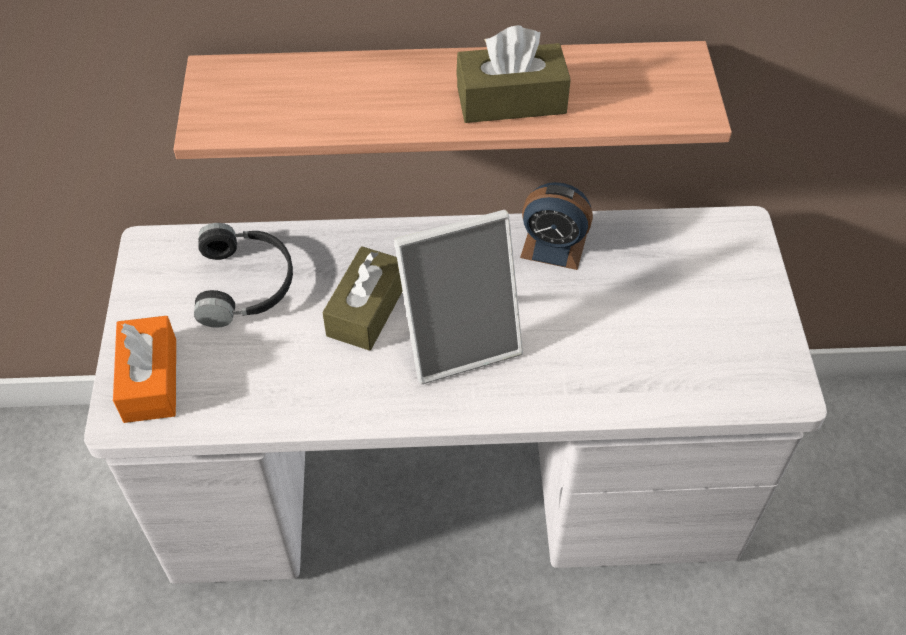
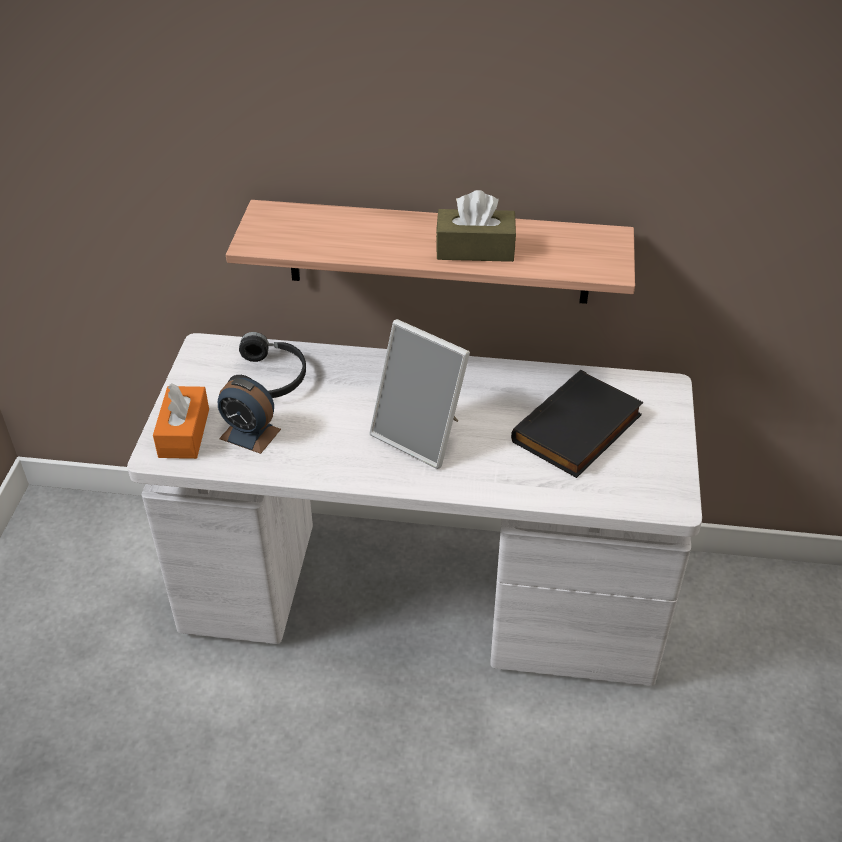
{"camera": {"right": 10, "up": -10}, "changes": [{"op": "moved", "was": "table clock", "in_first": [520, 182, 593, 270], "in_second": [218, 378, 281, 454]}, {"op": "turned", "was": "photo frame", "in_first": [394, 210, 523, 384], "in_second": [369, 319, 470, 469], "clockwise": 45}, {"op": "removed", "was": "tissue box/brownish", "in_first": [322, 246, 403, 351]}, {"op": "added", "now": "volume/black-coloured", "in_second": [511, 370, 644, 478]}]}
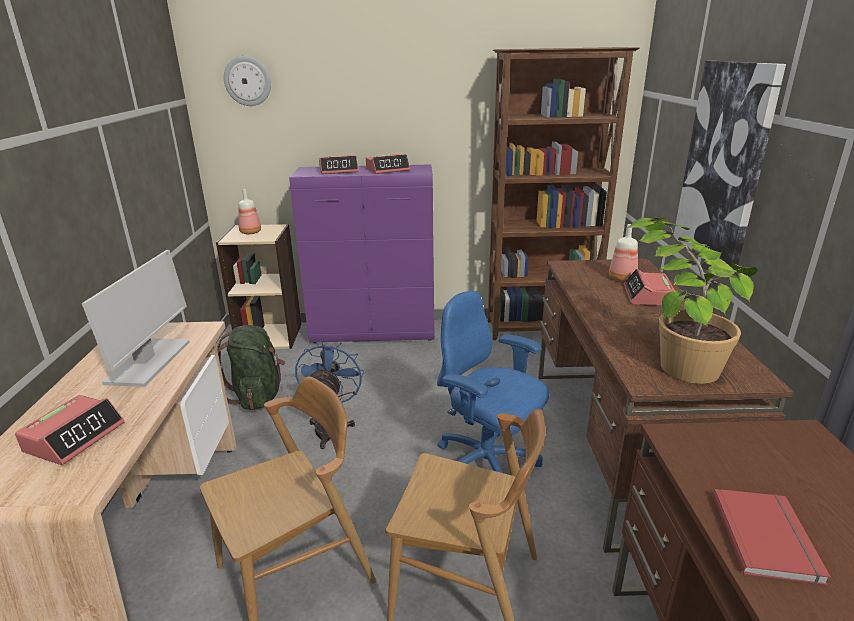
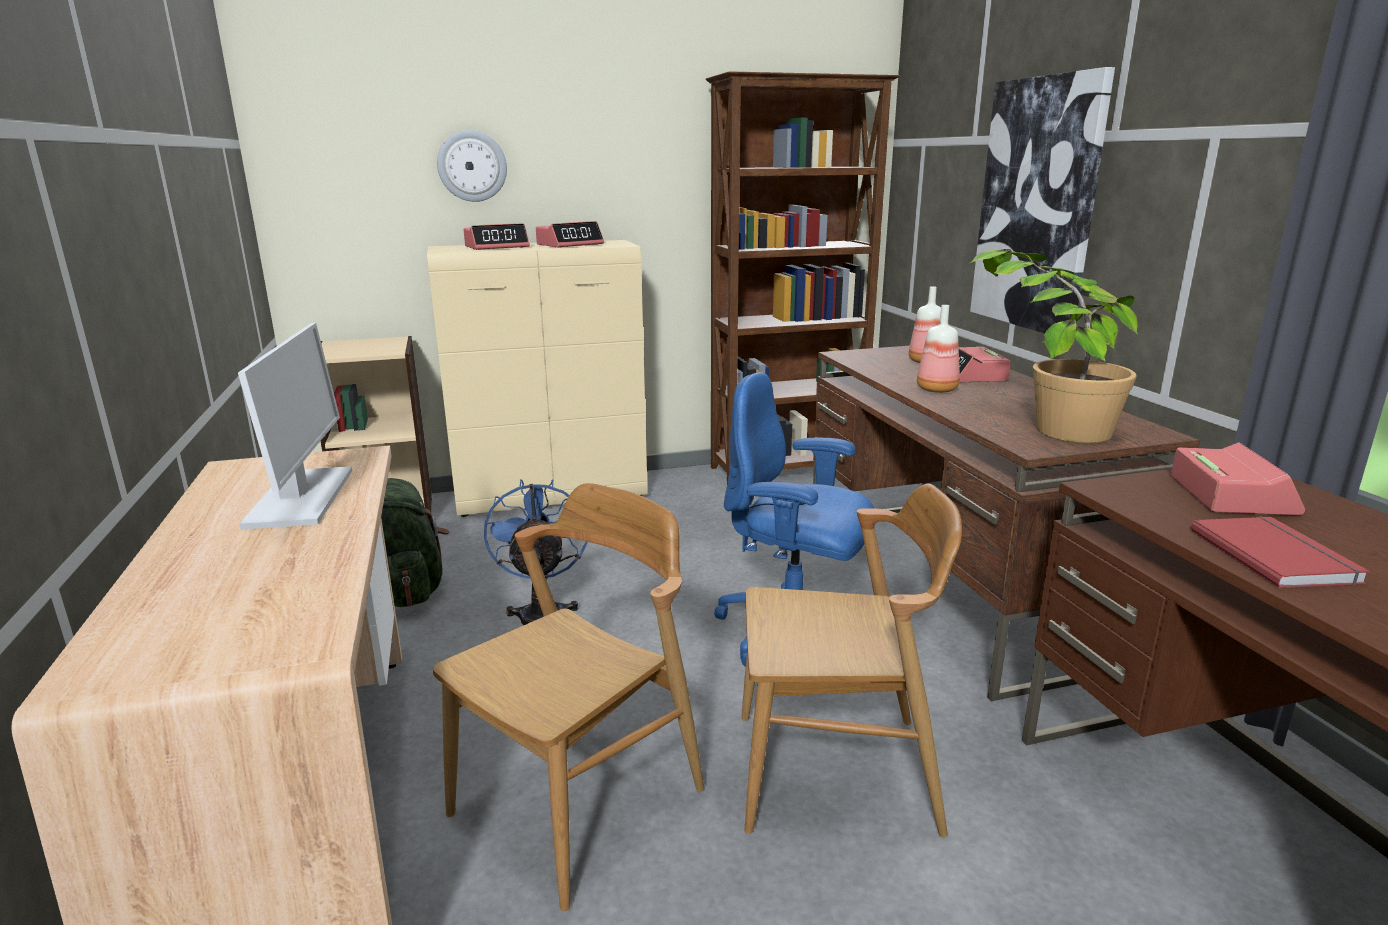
{"camera": {"right": -15, "up": -5}, "changes": [{"op": "moved", "was": "clock on the wall", "in_first": [224, 56, 271, 106], "in_second": [437, 130, 507, 202]}, {"op": "recoloured", "was": "cabinet/purplish", "now": "cabinet/sand-coloured", "in_first": [289, 164, 434, 343], "in_second": [427, 240, 647, 517]}, {"op": "moved", "was": "drink bottle", "in_first": [239, 189, 261, 234], "in_second": [917, 305, 960, 393]}, {"op": "moved", "was": "table clock", "in_first": [15, 395, 125, 465], "in_second": [1171, 442, 1305, 515]}]}
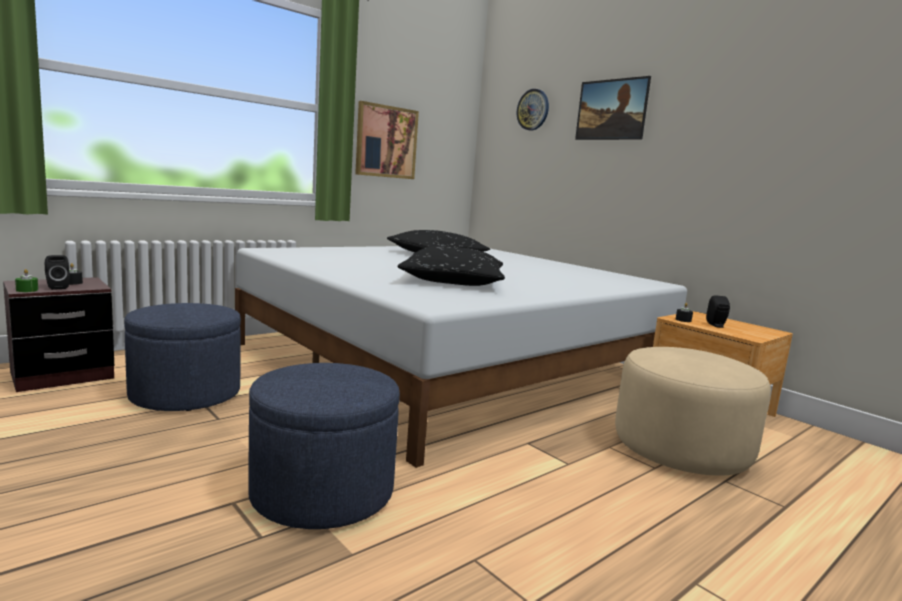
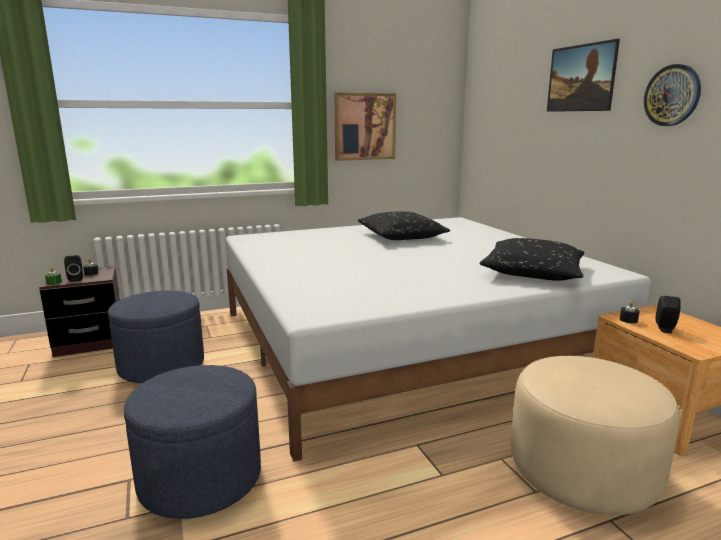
{"camera": {"right": 20, "up": 5}, "changes": [{"op": "moved", "was": "clock on the wall", "in_first": [517, 89, 549, 130], "in_second": [644, 64, 701, 126]}, {"op": "moved", "was": "throw pillow/black-coloured", "in_first": [398, 246, 505, 286], "in_second": [480, 238, 585, 281]}]}
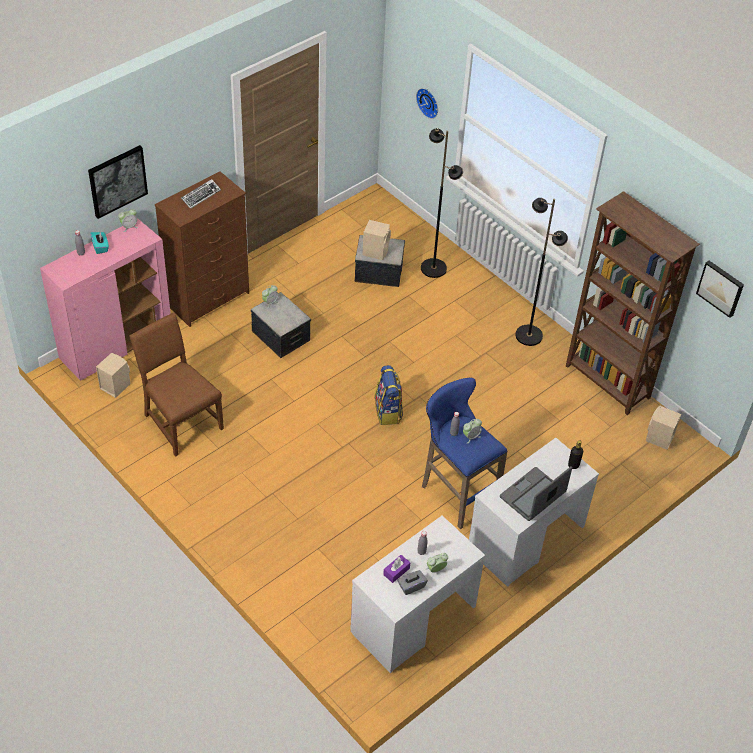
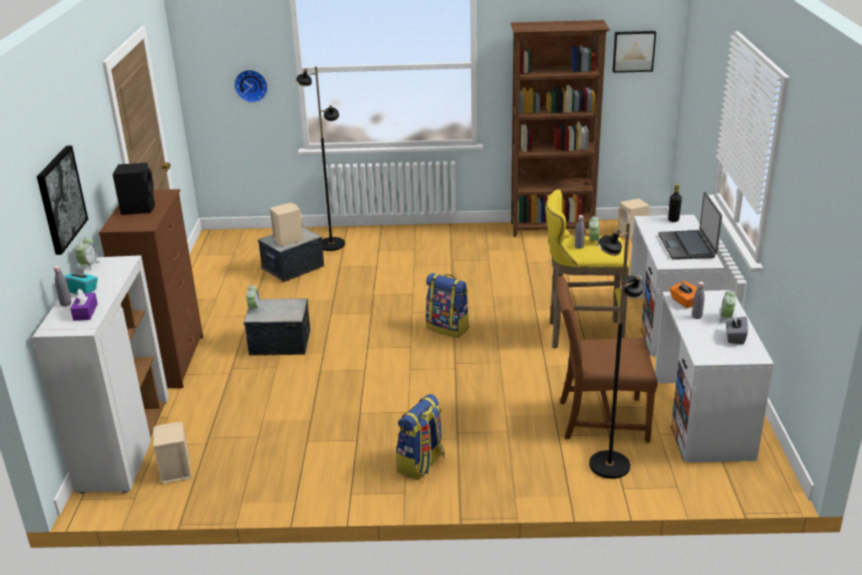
{"camera": {"right": -45, "up": -20}, "changes": [{"op": "replaced", "was": "keyboard", "now": "speaker/black-coloured", "in_first": [181, 179, 221, 209], "in_second": [113, 162, 155, 215]}, {"op": "moved", "was": "standard lamp/black-coloured", "in_first": [515, 198, 568, 346], "in_second": [589, 223, 644, 479]}, {"op": "recoloured", "was": "cabinet/pink-coloured", "now": "cabinet/white-coloured", "in_first": [40, 218, 171, 381], "in_second": [32, 255, 169, 494]}, {"op": "moved", "was": "chair/brownish", "in_first": [129, 313, 224, 456], "in_second": [556, 276, 658, 443]}, {"op": "recoloured", "was": "stool/bluish", "now": "stool/yellow-coloured", "in_first": [422, 378, 507, 529], "in_second": [545, 189, 629, 349]}, {"op": "moved", "was": "tissue box/purplish", "in_first": [383, 555, 410, 583], "in_second": [70, 289, 98, 321]}, {"op": "added", "now": "tissue box/orange", "in_second": [670, 281, 697, 308]}, {"op": "added", "now": "backpack", "in_second": [396, 394, 445, 480]}]}
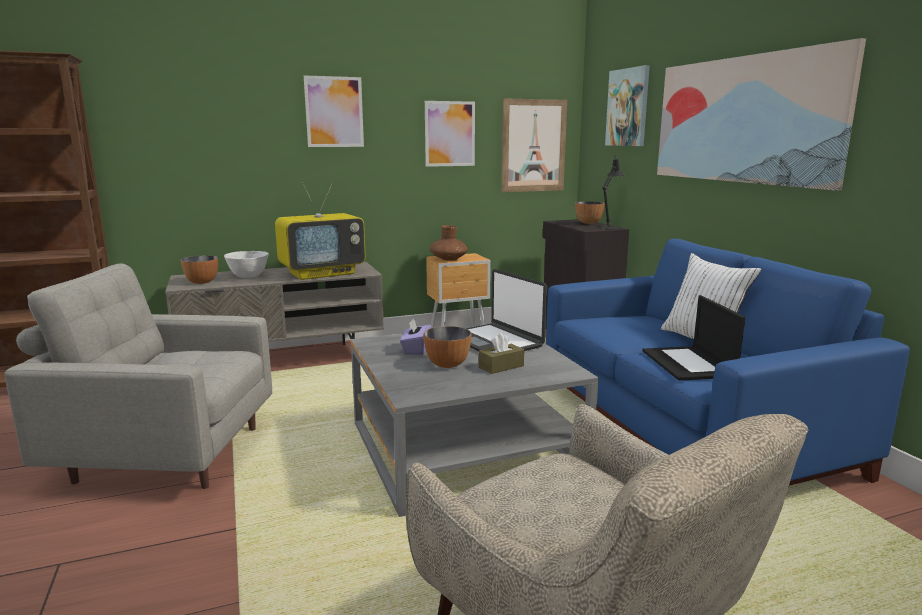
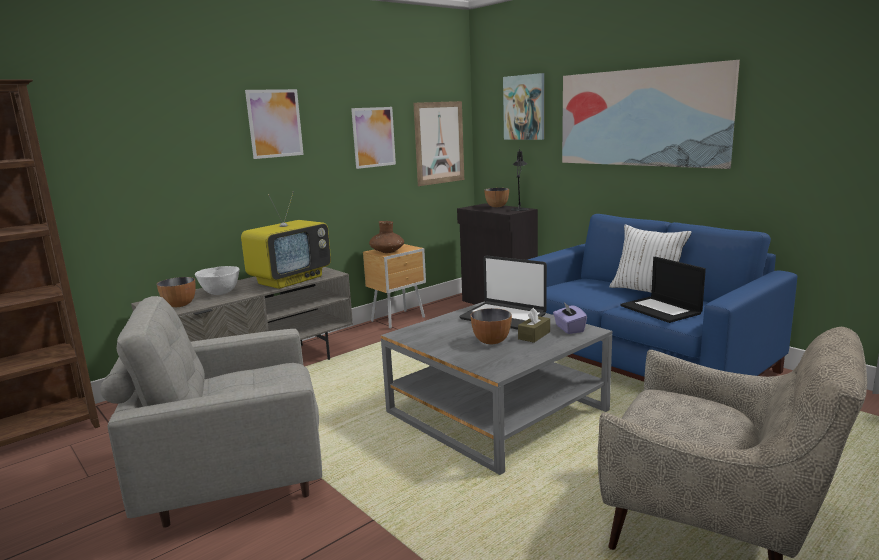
{"camera": {"right": -20, "up": 0}, "changes": [{"op": "moved", "was": "tissue box/purplish", "in_first": [400, 318, 431, 355], "in_second": [553, 302, 587, 334]}]}
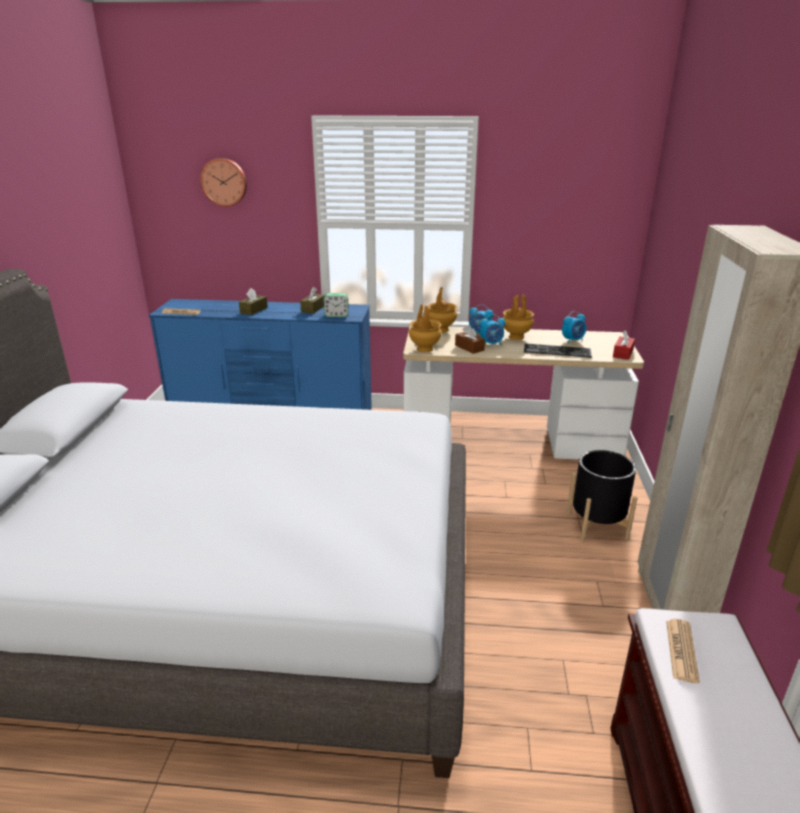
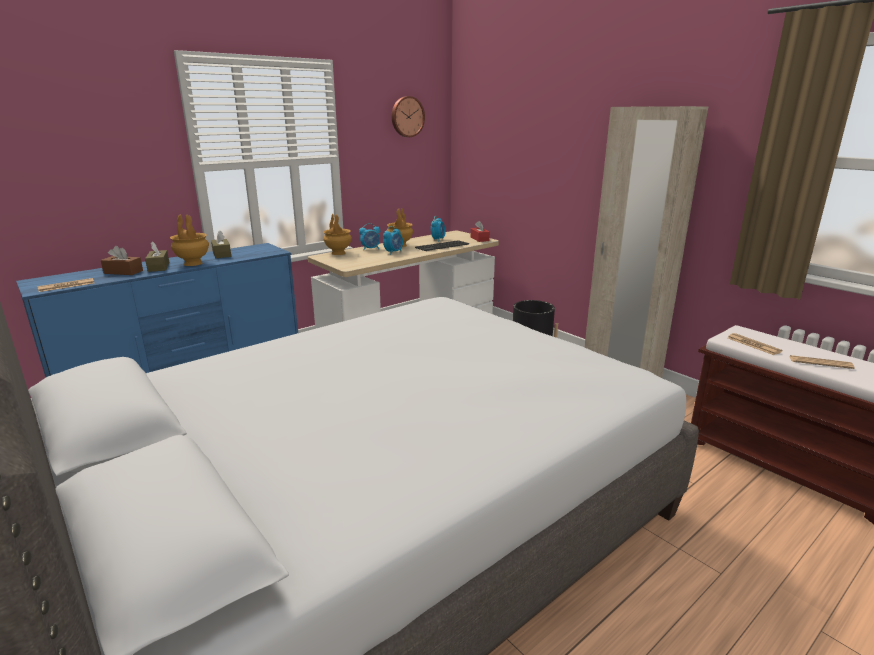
{"camera": {"right": -45, "up": -5}, "changes": [{"op": "moved", "was": "clock on the wall", "in_first": [200, 158, 247, 207], "in_second": [392, 96, 425, 137]}, {"op": "removed", "was": "table clock", "in_first": [323, 293, 349, 317]}, {"op": "moved", "was": "flower vase/brownish", "in_first": [409, 304, 442, 352], "in_second": [170, 215, 209, 266]}, {"op": "moved", "was": "tissue box/brownish", "in_first": [455, 325, 485, 354], "in_second": [101, 246, 143, 275]}, {"op": "added", "now": "newspaper", "in_second": [789, 355, 855, 369]}]}
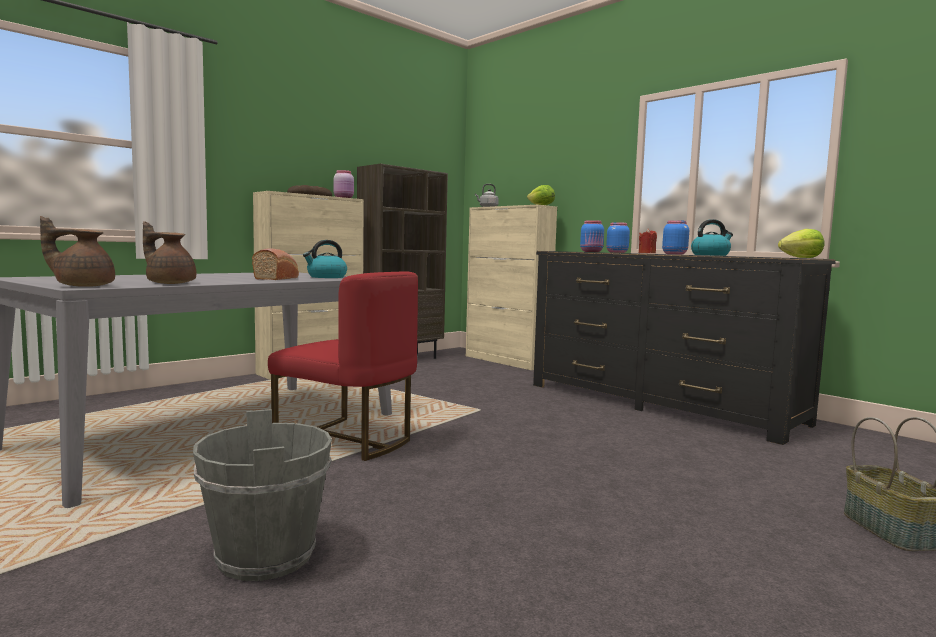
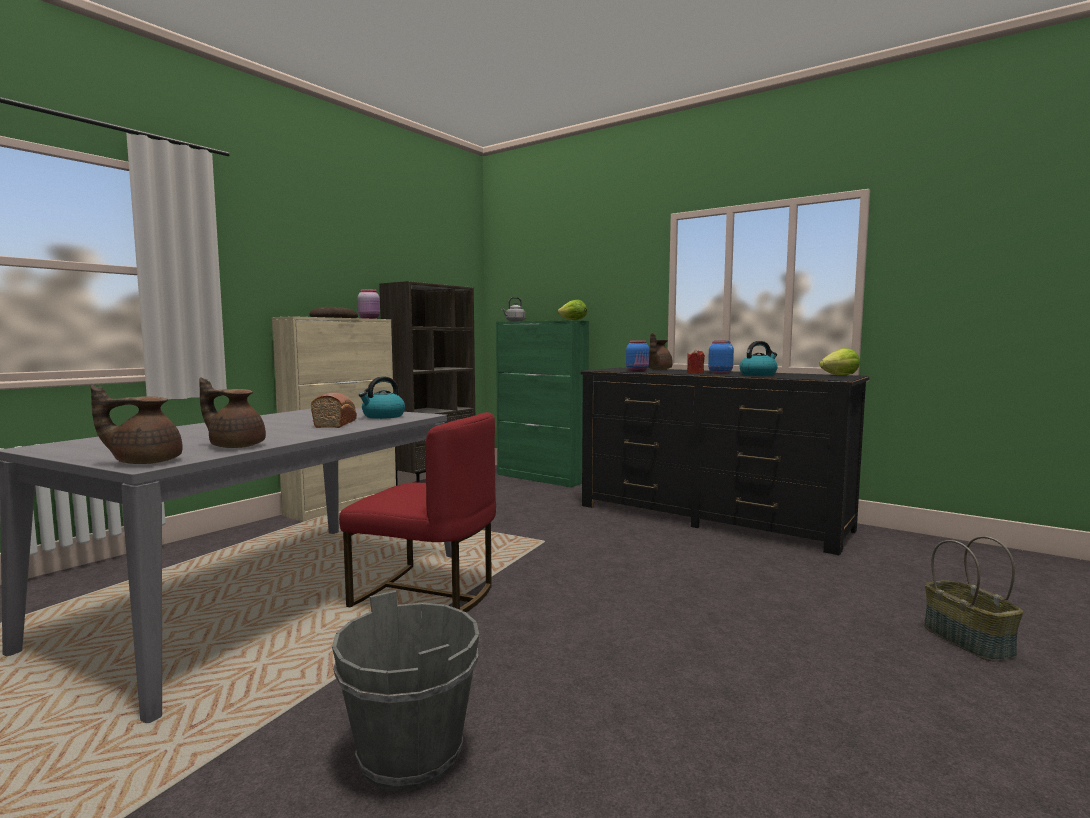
{"camera": {"right": -10, "up": 0}, "changes": [{"op": "recoloured", "was": "cabinet/sand-coloured", "now": "cabinet/green-coloured", "in_first": [466, 205, 557, 370], "in_second": [496, 320, 589, 488]}, {"op": "replaced", "was": "storage jar/bluish", "now": "teapot/brownish", "in_first": [606, 222, 630, 253], "in_second": [648, 333, 673, 370]}]}
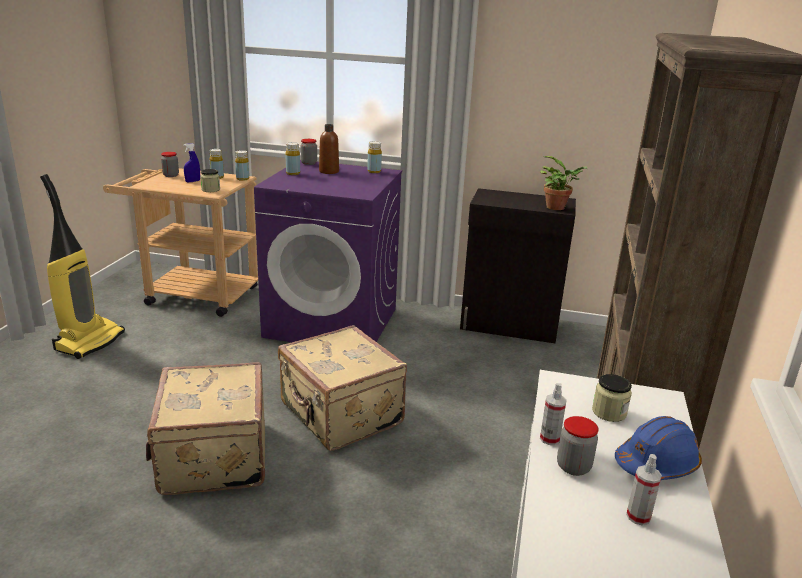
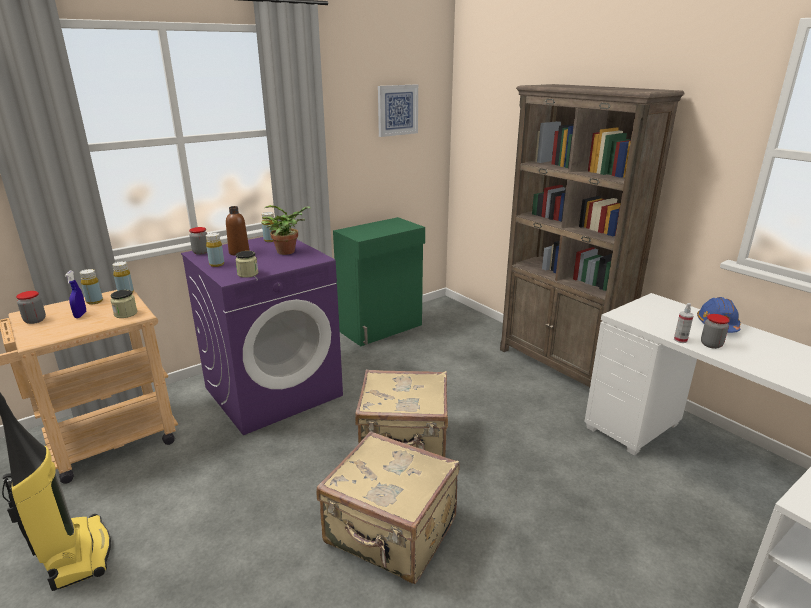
{"camera": {"right": -50, "up": 0}, "changes": [{"op": "moved", "was": "potted plant", "in_first": [540, 156, 587, 210], "in_second": [261, 205, 310, 255]}, {"op": "recoloured", "was": "cabinet/black-coloured", "now": "cabinet/green-coloured", "in_first": [460, 188, 576, 343], "in_second": [333, 217, 425, 346]}, {"op": "moved", "was": "storage jar", "in_first": [592, 374, 632, 422], "in_second": [235, 251, 258, 278]}, {"op": "removed", "was": "hand sprayer", "in_first": [626, 454, 662, 526]}, {"op": "added", "now": "wall art", "in_second": [378, 84, 418, 137]}]}
